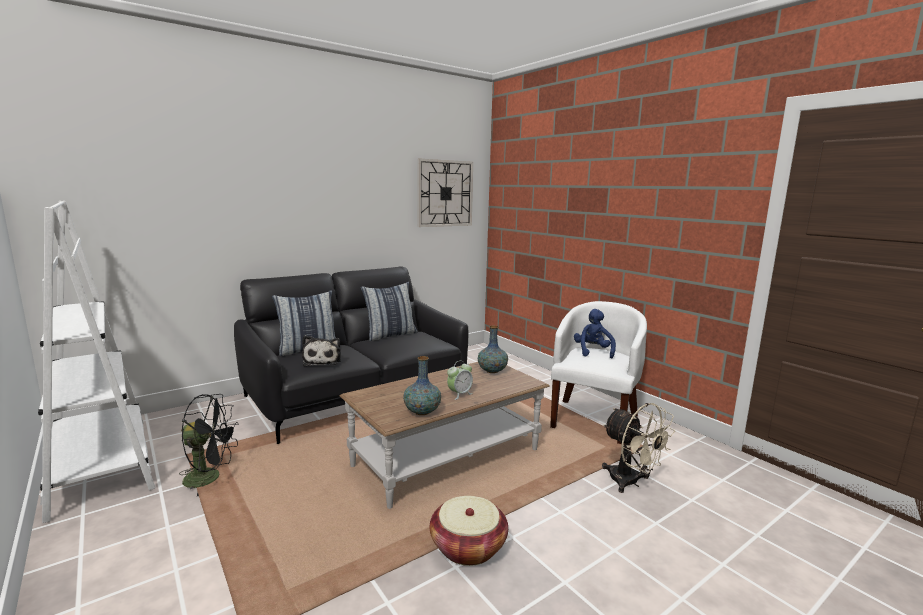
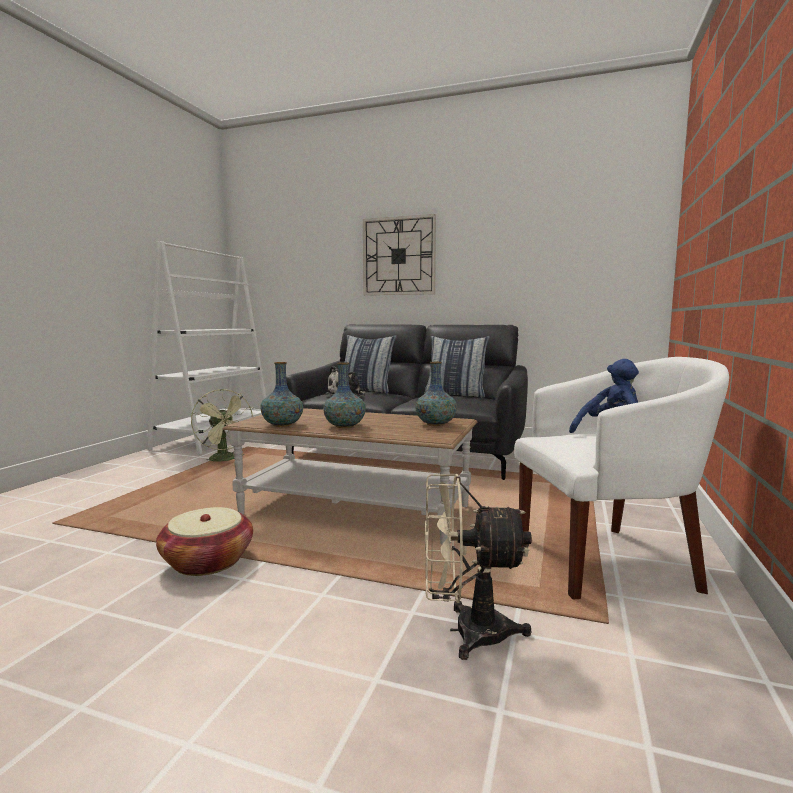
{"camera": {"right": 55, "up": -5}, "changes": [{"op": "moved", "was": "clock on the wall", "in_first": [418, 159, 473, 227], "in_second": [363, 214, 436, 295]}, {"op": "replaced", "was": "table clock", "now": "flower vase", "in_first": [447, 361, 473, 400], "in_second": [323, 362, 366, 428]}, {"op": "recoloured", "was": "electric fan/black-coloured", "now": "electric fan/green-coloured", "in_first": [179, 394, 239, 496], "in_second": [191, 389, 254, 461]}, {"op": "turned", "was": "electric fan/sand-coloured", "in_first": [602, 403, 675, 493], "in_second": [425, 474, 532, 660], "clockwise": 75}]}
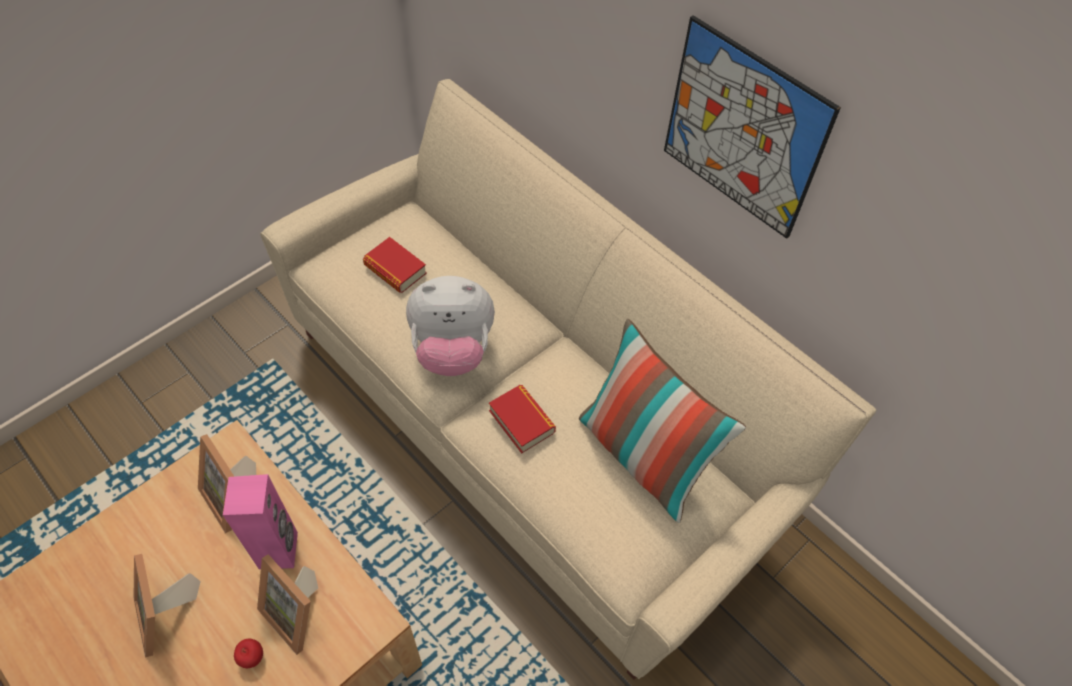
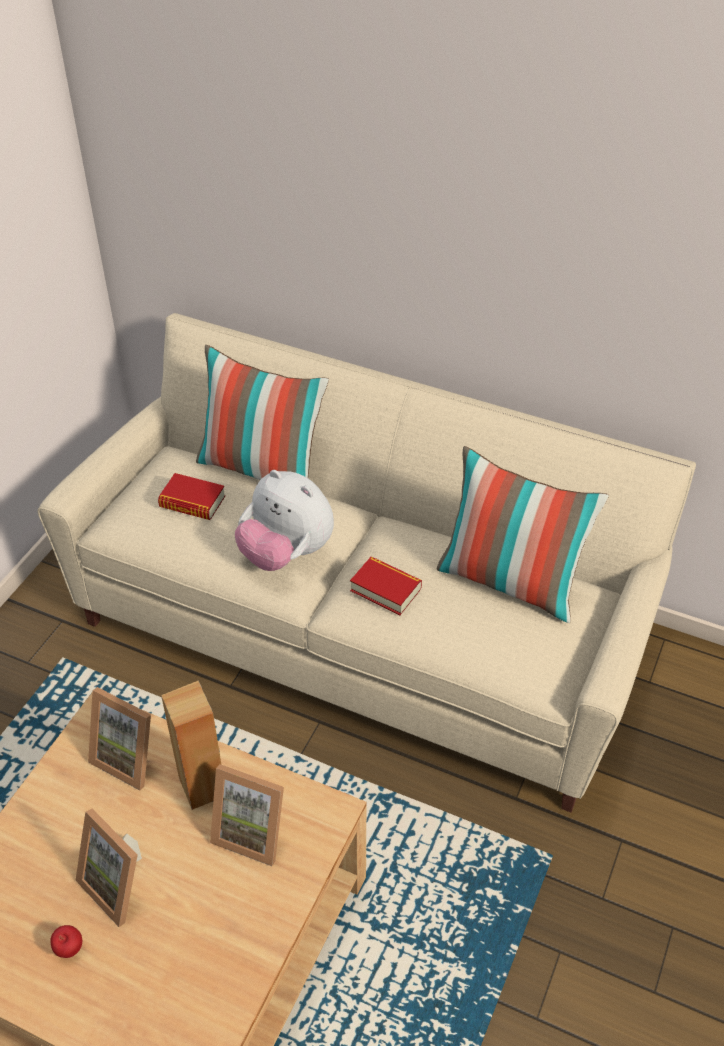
{"camera": {"right": -20, "up": -10}, "changes": [{"op": "removed", "was": "wall art", "in_first": [664, 15, 841, 239]}, {"op": "turned", "was": "cuddly toy", "in_first": [406, 276, 495, 376], "in_second": [235, 470, 334, 571], "clockwise": 60}, {"op": "recoloured", "was": "speaker/pink-coloured", "now": "speaker/brownish", "in_first": [223, 474, 298, 570], "in_second": [161, 681, 222, 810]}, {"op": "moved", "was": "apple fruit", "in_first": [234, 639, 263, 668], "in_second": [50, 925, 82, 958]}, {"op": "added", "now": "throw pillow", "in_second": [196, 345, 329, 480]}]}
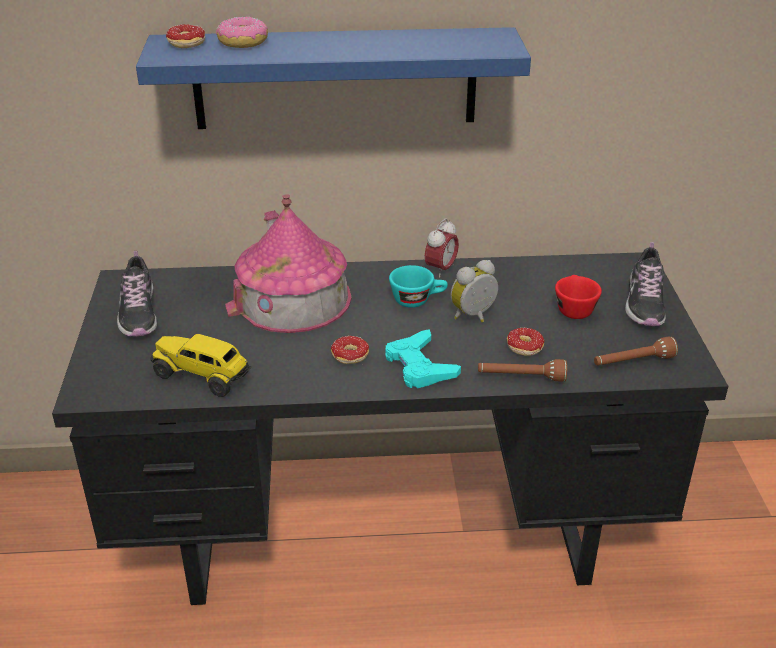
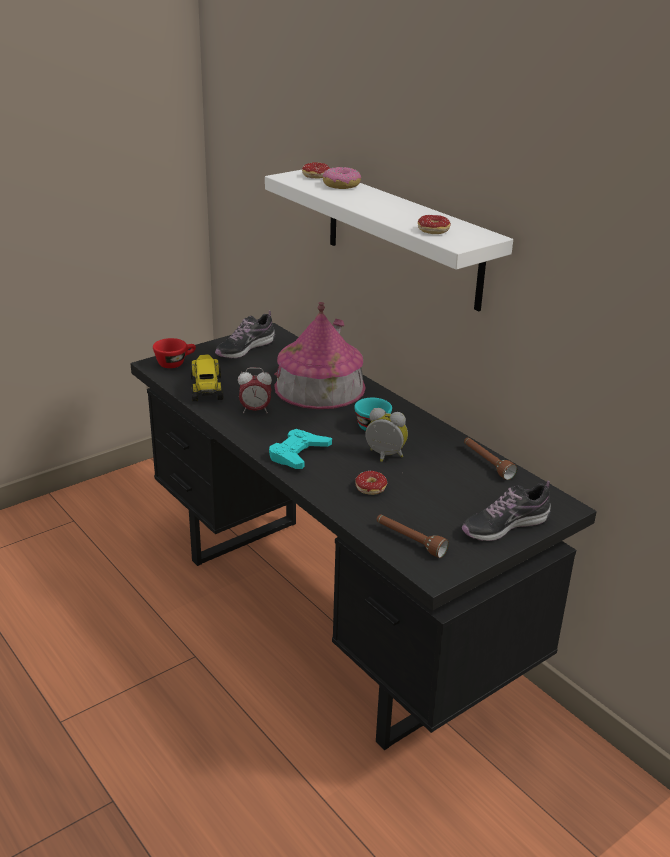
{"camera": {"right": 55, "up": -5}, "changes": [{"op": "recoloured", "was": "bracket shelf/bluish", "now": "bracket shelf/white-coloured", "in_first": [136, 27, 531, 129], "in_second": [265, 170, 513, 311]}, {"op": "moved", "was": "table clock", "in_first": [425, 218, 459, 278], "in_second": [238, 368, 272, 413]}, {"op": "moved", "was": "drinking cup/red-coloured", "in_first": [555, 275, 602, 319], "in_second": [153, 338, 196, 368]}, {"op": "moved", "was": "doughnut", "in_first": [331, 336, 369, 364], "in_second": [418, 215, 451, 234]}, {"op": "moved", "was": "flashlight/brownish", "in_first": [478, 359, 567, 381], "in_second": [464, 438, 517, 480]}]}
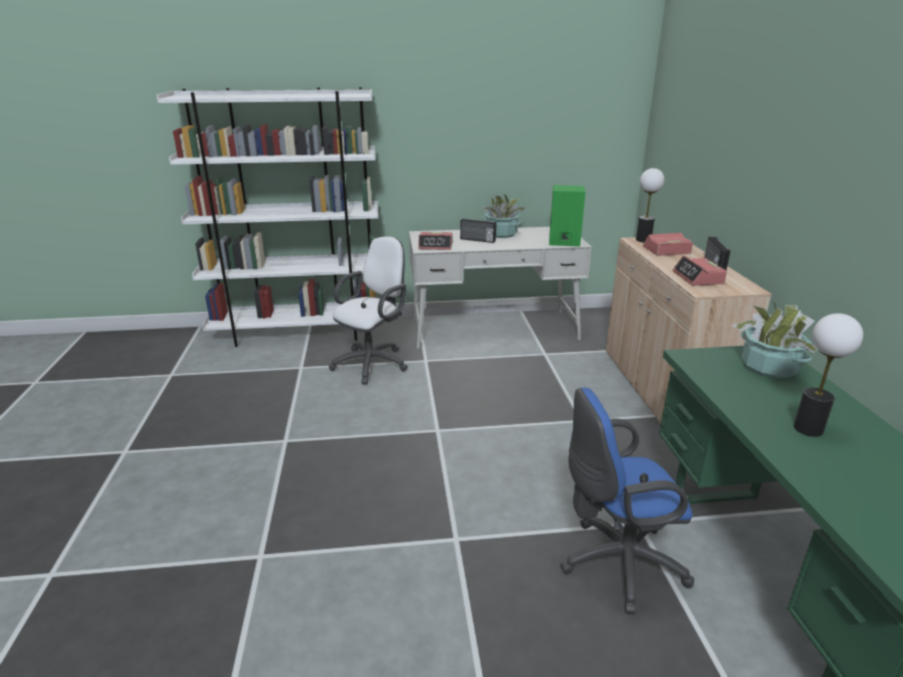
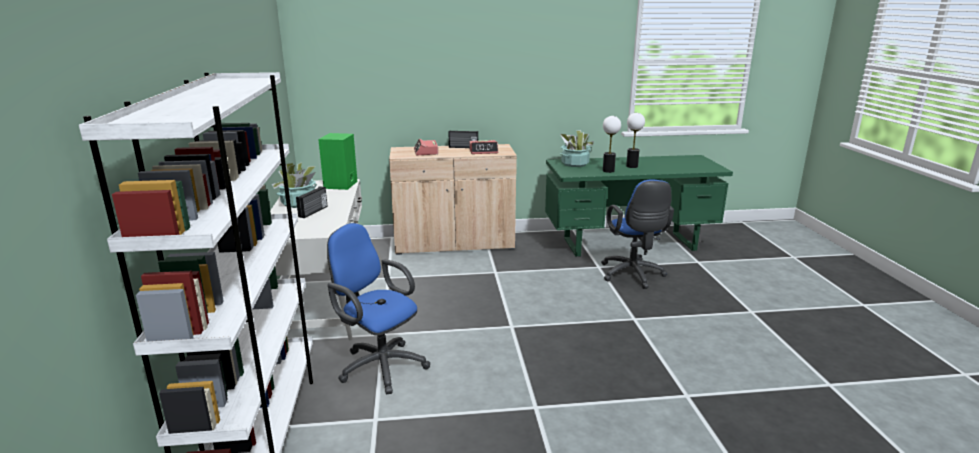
{"camera": {"right": -90, "up": -5}, "changes": [{"op": "moved", "was": "lamp for a table", "in_first": [636, 168, 665, 242], "in_second": [603, 116, 621, 173]}, {"op": "removed", "was": "table clock", "in_first": [418, 232, 452, 250]}, {"op": "recoloured", "was": "computer chair/white-coloured", "now": "computer chair/bluish", "in_first": [329, 237, 408, 385], "in_second": [327, 223, 430, 394]}]}
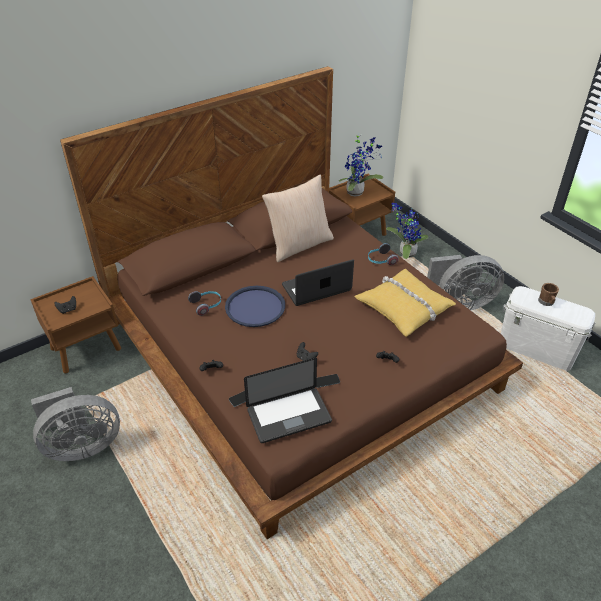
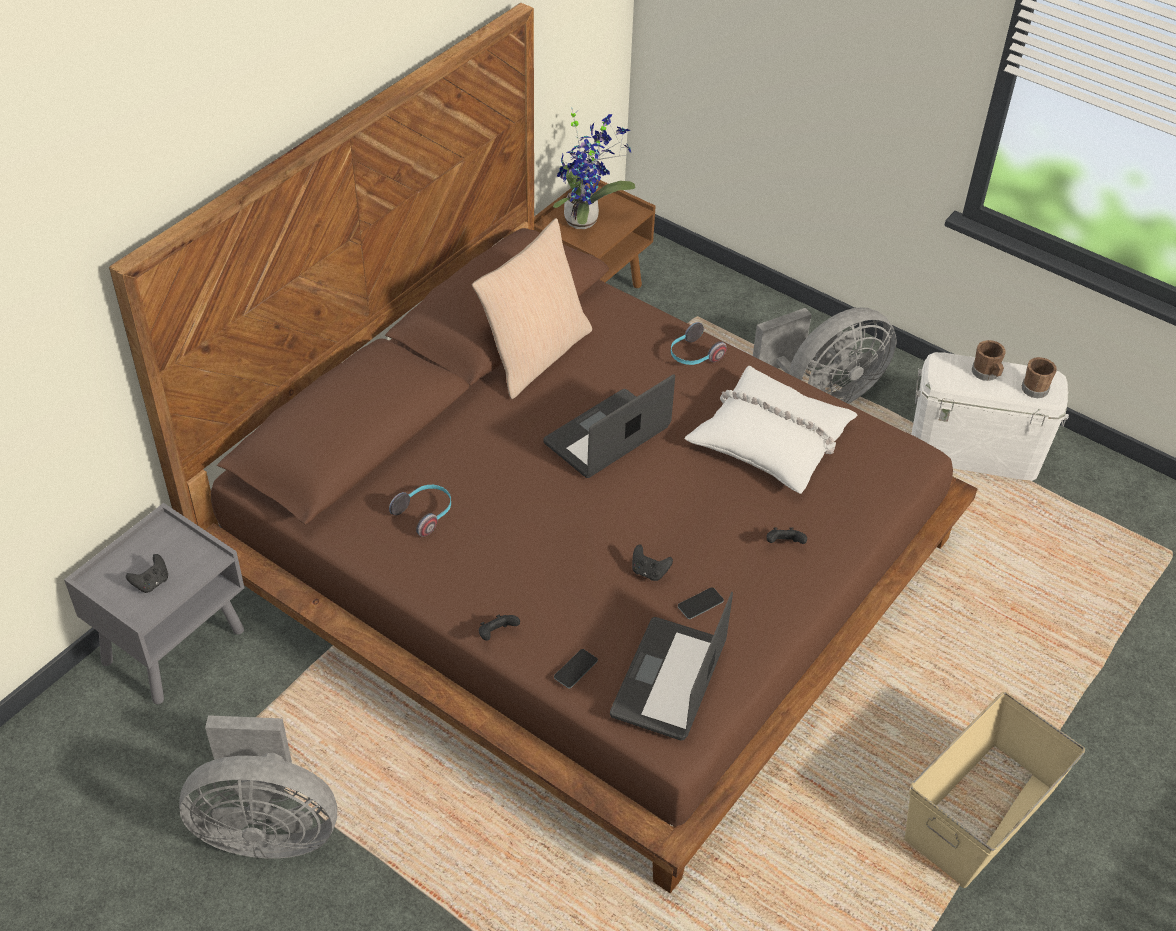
{"camera": {"right": -20, "up": 5}, "changes": [{"op": "removed", "was": "potted plant", "in_first": [386, 203, 429, 259]}, {"op": "recoloured", "was": "throw pillow/yellow-coloured", "now": "throw pillow/white-coloured", "in_first": [354, 269, 456, 337], "in_second": [684, 366, 857, 494]}, {"op": "recoloured", "was": "nightstand/brownish", "now": "nightstand/grey", "in_first": [30, 276, 121, 373], "in_second": [64, 503, 245, 704]}, {"op": "removed", "was": "carrying tray/bluish", "in_first": [225, 286, 285, 327]}, {"op": "turned", "was": "notebook computer", "in_first": [244, 358, 332, 443], "in_second": [610, 592, 733, 741], "clockwise": 150}, {"op": "turned", "was": "electric fan/grey", "in_first": [31, 387, 120, 461], "in_second": [179, 715, 337, 859], "clockwise": 45}, {"op": "added", "now": "mug/brownish", "in_second": [1022, 357, 1057, 398]}, {"op": "added", "now": "storage container/sand-coloured", "in_second": [905, 692, 1085, 888]}]}
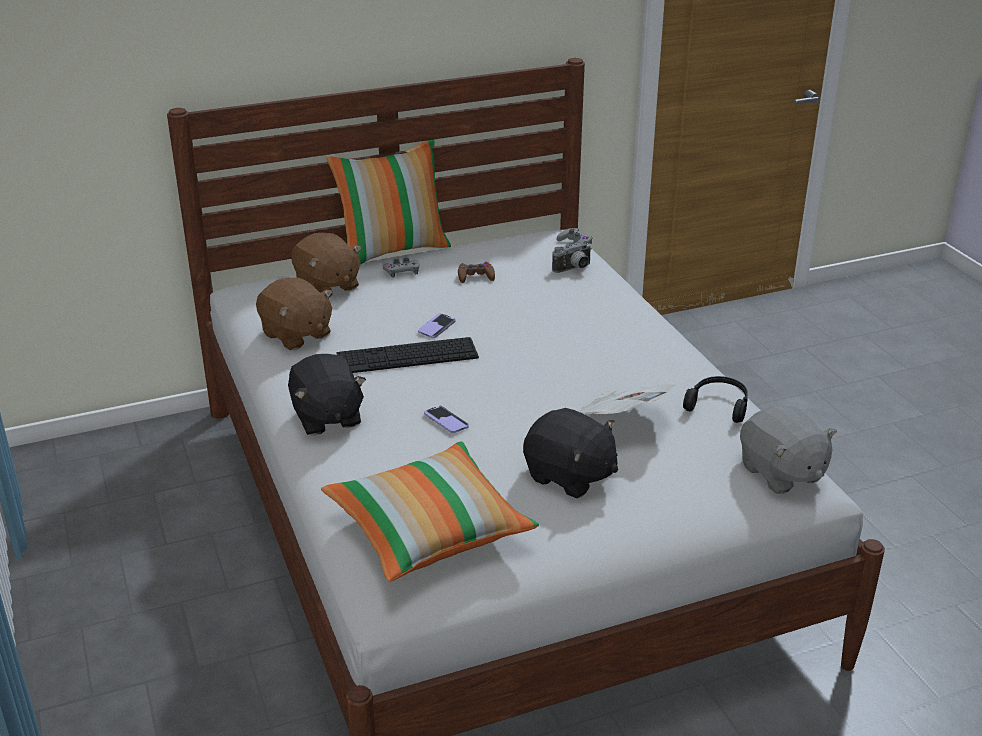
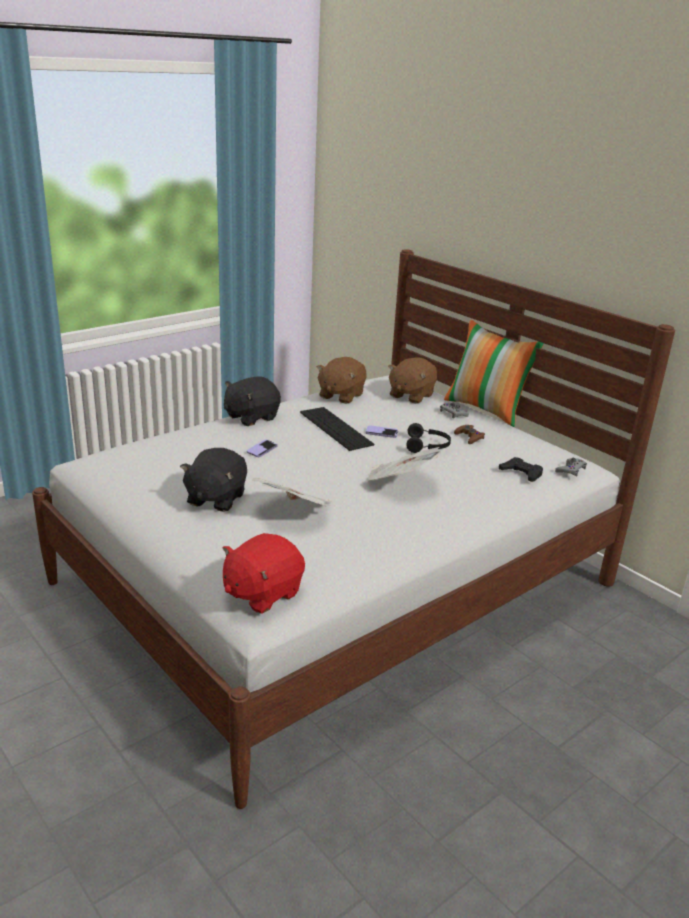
{"camera": {"right": 70, "up": -5}, "changes": [{"op": "replaced", "was": "photo camera", "now": "game controller/black-coloured", "in_first": [552, 241, 592, 273], "in_second": [499, 457, 543, 482]}, {"op": "moved", "was": "pair of headphones/black-coloured", "in_first": [683, 376, 748, 423], "in_second": [406, 423, 451, 453]}, {"op": "recoloured", "was": "cuddly toy/grey", "now": "cuddly toy/red-coloured", "in_first": [740, 405, 837, 494], "in_second": [223, 533, 305, 614]}, {"op": "removed", "was": "throw pillow", "in_first": [321, 441, 539, 582]}, {"op": "added", "now": "newspaper", "in_second": [365, 447, 441, 482]}]}
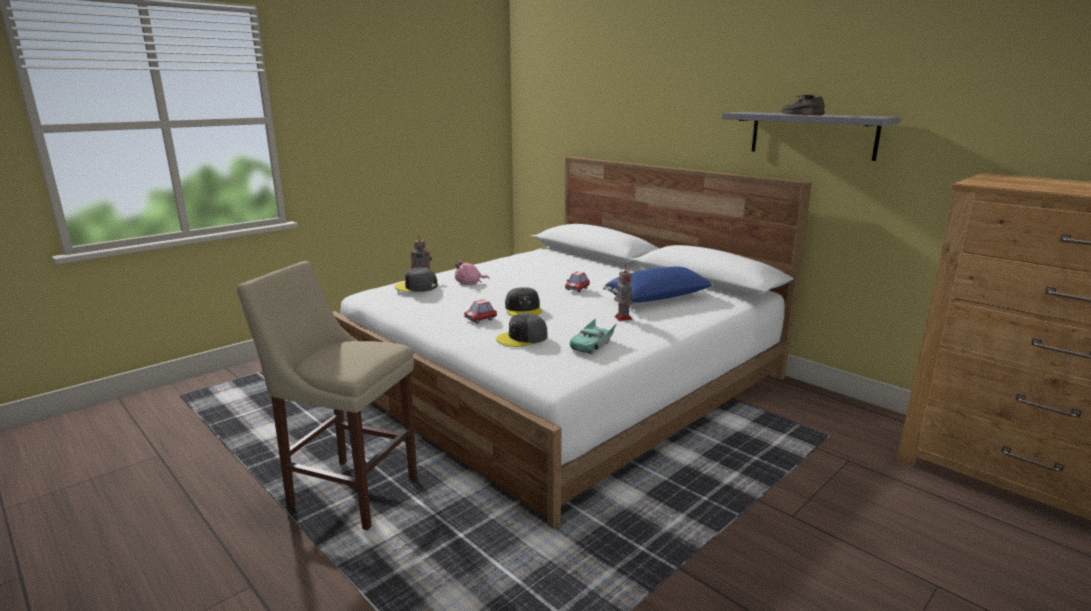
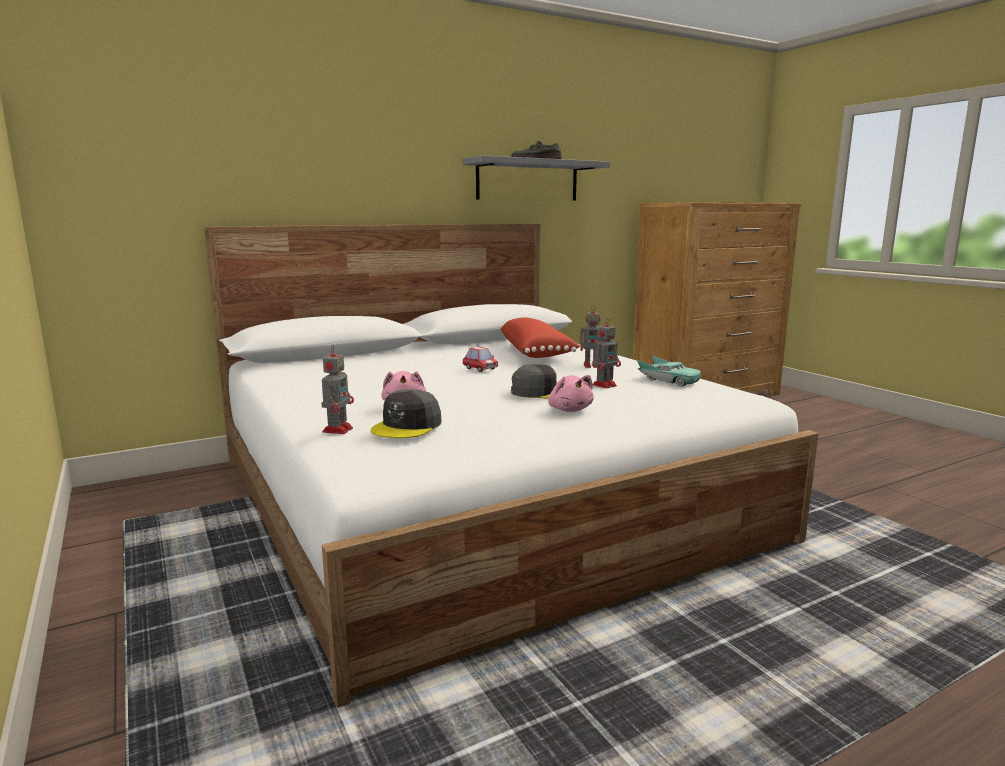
{"camera": {"right": -75, "up": -5}, "changes": [{"op": "removed", "was": "stool/sand-coloured", "in_first": [237, 261, 417, 530]}, {"op": "recoloured", "was": "throw pillow/bluish", "now": "throw pillow/red-coloured", "in_first": [603, 267, 713, 303], "in_second": [501, 317, 580, 358]}, {"op": "replaced", "was": "model car", "now": "cuddly toy/pink-coloured", "in_first": [464, 299, 497, 323], "in_second": [548, 375, 594, 412]}, {"op": "removed", "was": "peaked cap/grey", "in_first": [496, 313, 548, 347]}, {"op": "added", "now": "model robot", "in_second": [593, 318, 621, 389]}]}
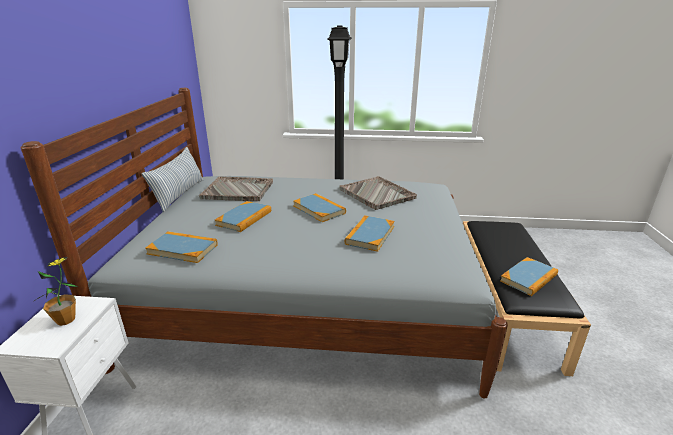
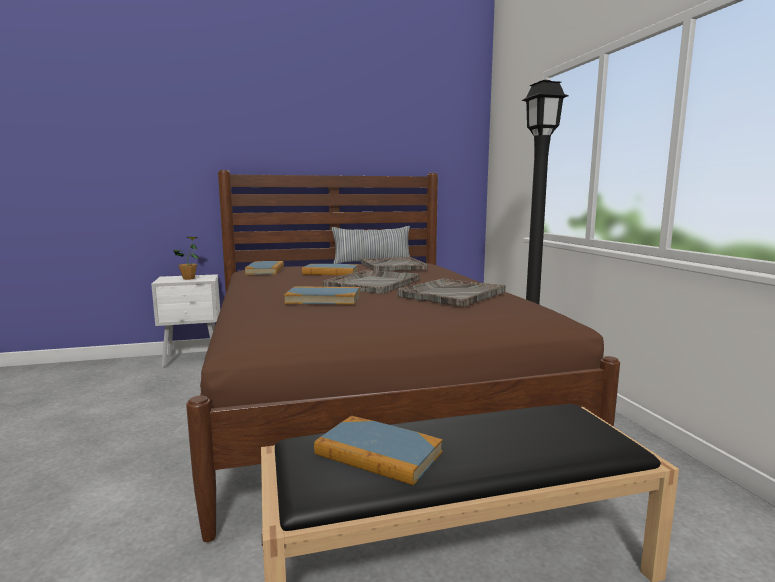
{"camera": {"right": 70, "up": -15}, "changes": [{"op": "recoloured", "was": "bedroom bed/grey", "now": "bedroom bed/brownish", "in_first": [21, 88, 508, 399], "in_second": [186, 170, 620, 542]}, {"op": "replaced", "was": "volume", "now": "carrying tray/grey", "in_first": [293, 193, 346, 222], "in_second": [323, 270, 420, 294]}]}
